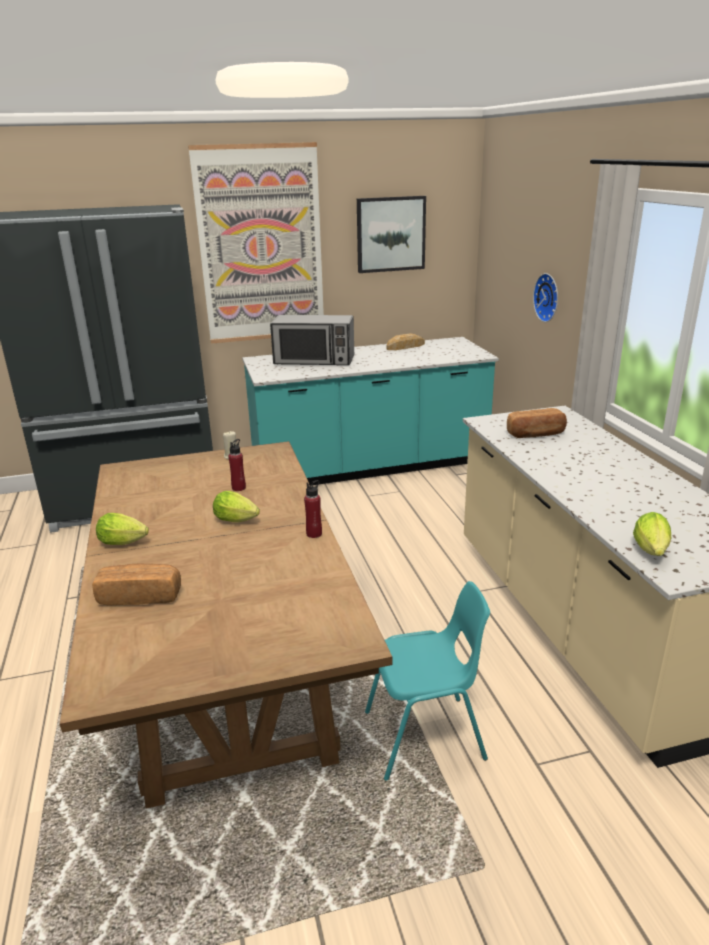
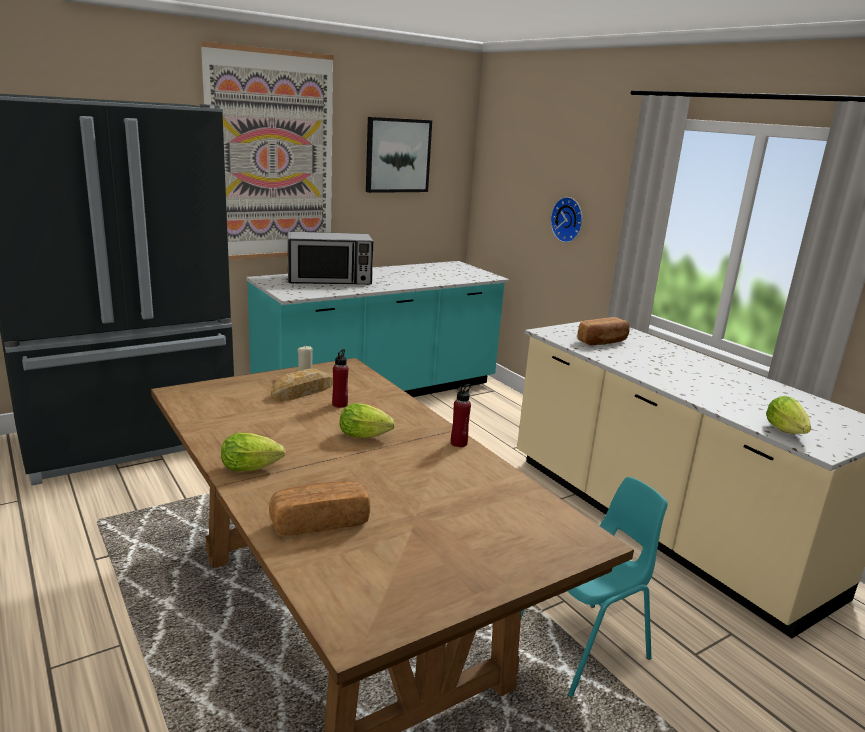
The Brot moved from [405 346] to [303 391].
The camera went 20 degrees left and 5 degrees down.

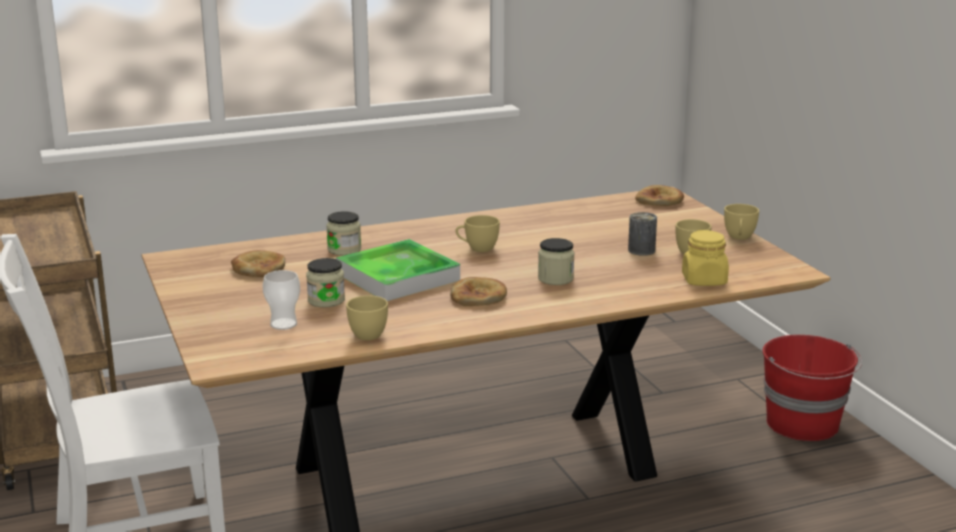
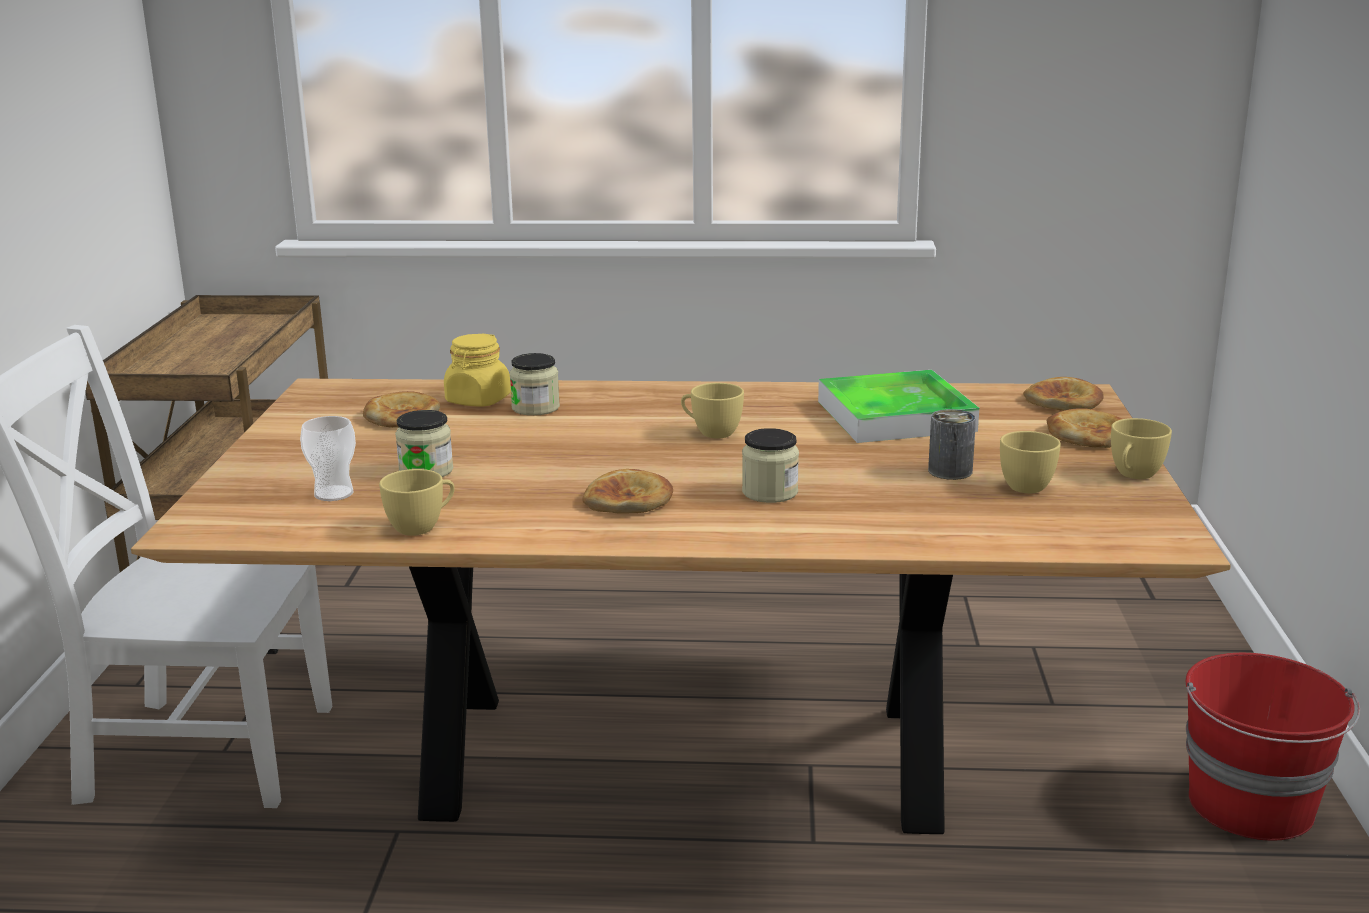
The Tablett moved from [398 277] to [895 416].
The Vorratsglas (gelb) moved from [704 280] to [478 400].
The Brot at [1086 435] appeared.
The camera went 25 degrees right and 0 degrees up.

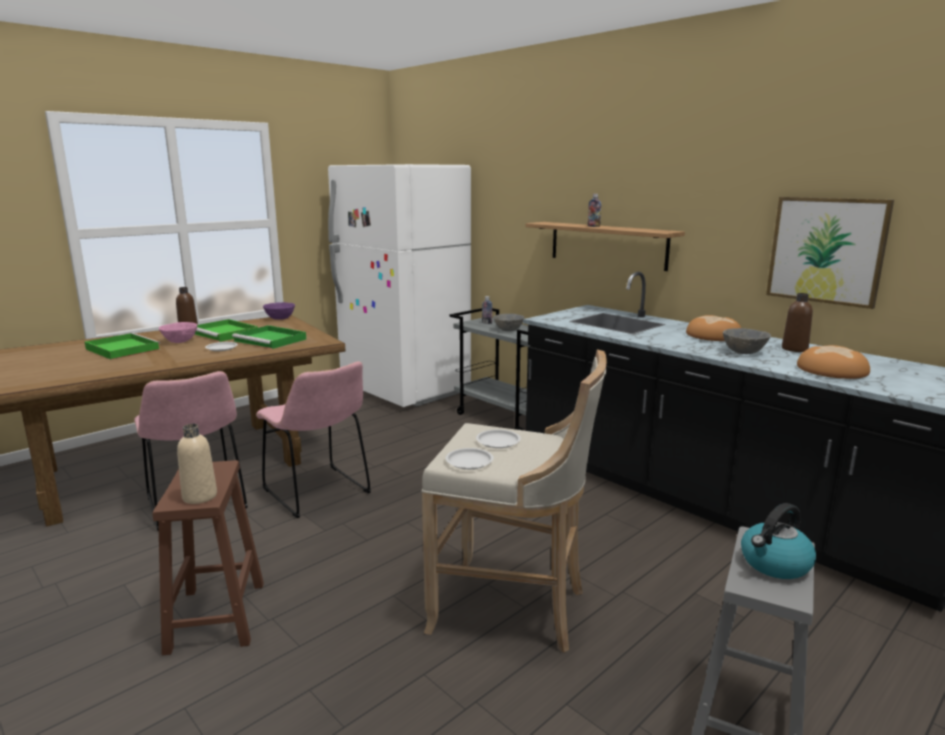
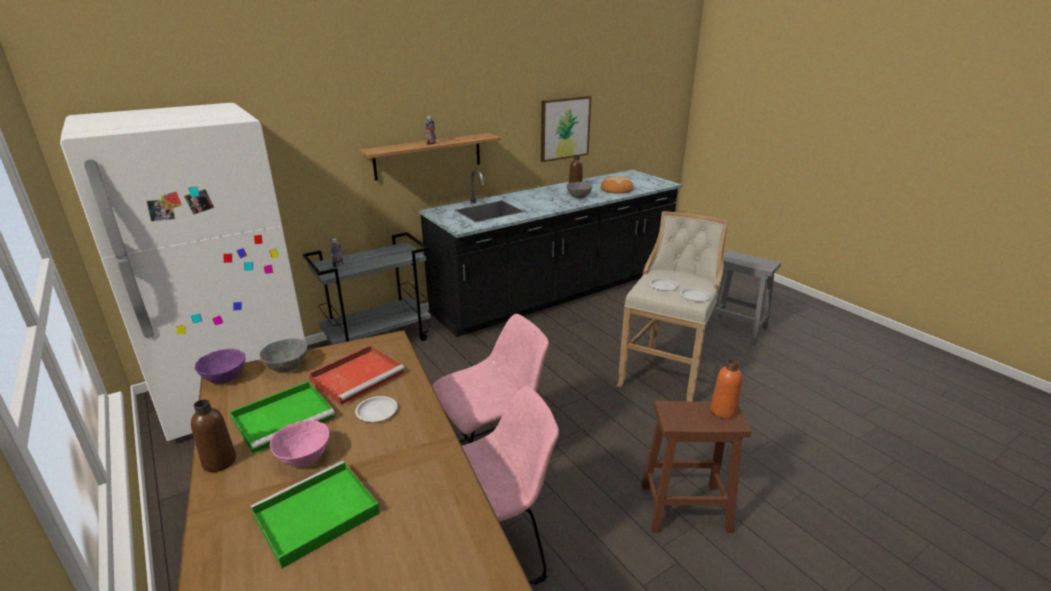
The Flasche (beige) at [200 496] became the Flasche (orange) at [723 411].
The Tablett (grün) at [271 340] became the Tablett (rot) at [358 376].
The Schüssel (grau) moved from [508 330] to [287 367].
The Brot at [713 335] disappeared.
The Wasserkessel at [774 564] disappeared.
The camera went 80 degrees left and 10 degrees up.

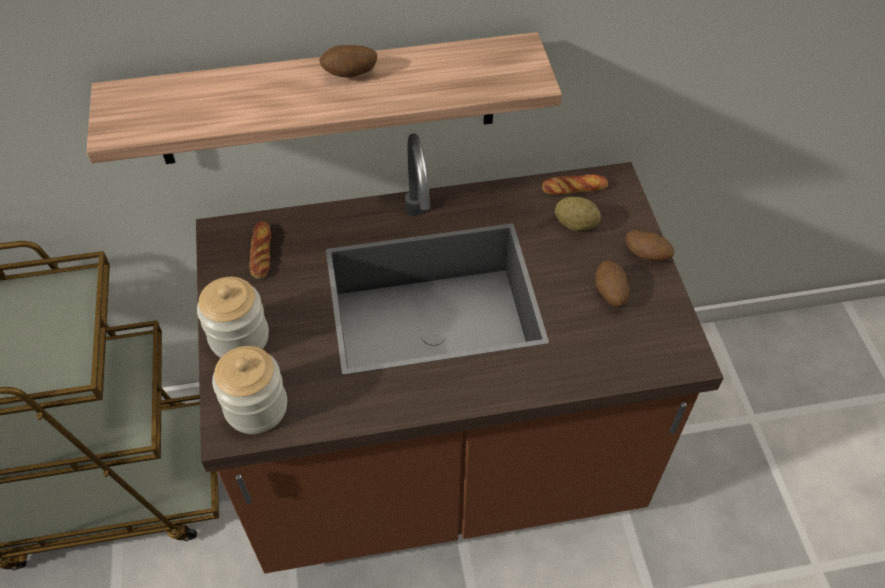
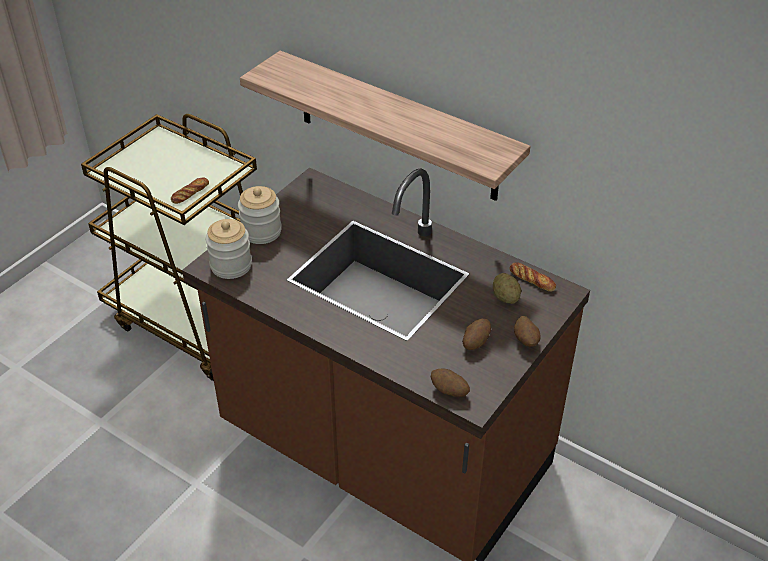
The Brot moved from [261 253] to [190 193].
The Kartoffel moved from [350 75] to [449 391].
The camera went 45 degrees right and 10 degrees down.

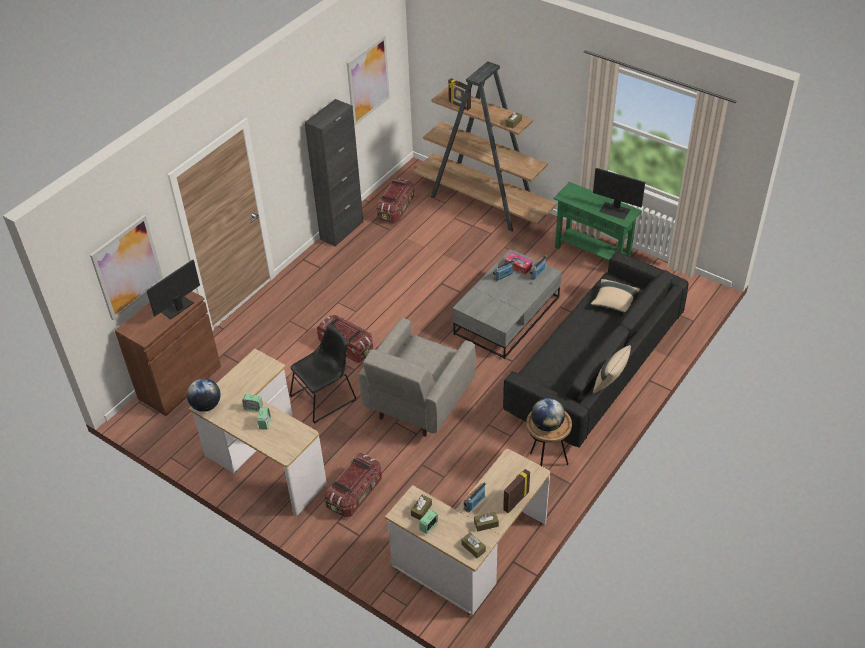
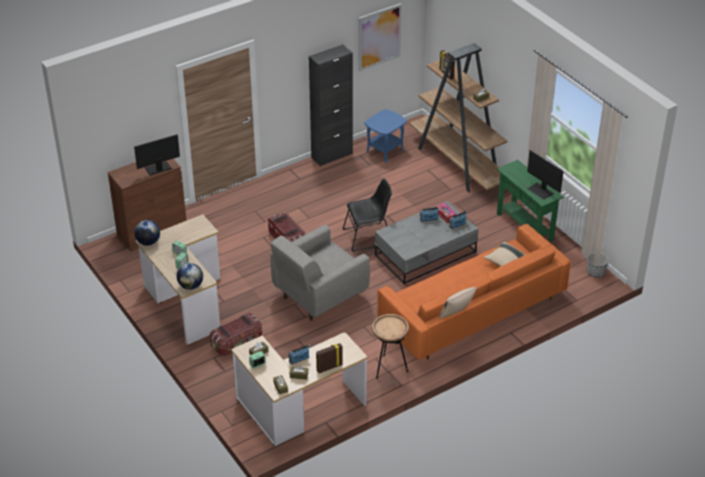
The Bild at [127 267] disappeared.
The Stuhl (schwarz) moved from [325 397] to [369 236].
The Aufbewahrungsbox at [396 209] was replaced by the Beistelltisch (blau) at [384 150].
The Sofa (schwarz) at [594 368] became the Sofa (orange) at [471 311].
The Globus moved from [547 425] to [190 286].
The Pflanzkübel at [595 272] appeared.
The camera went 20 degrees right and 5 degrees down.

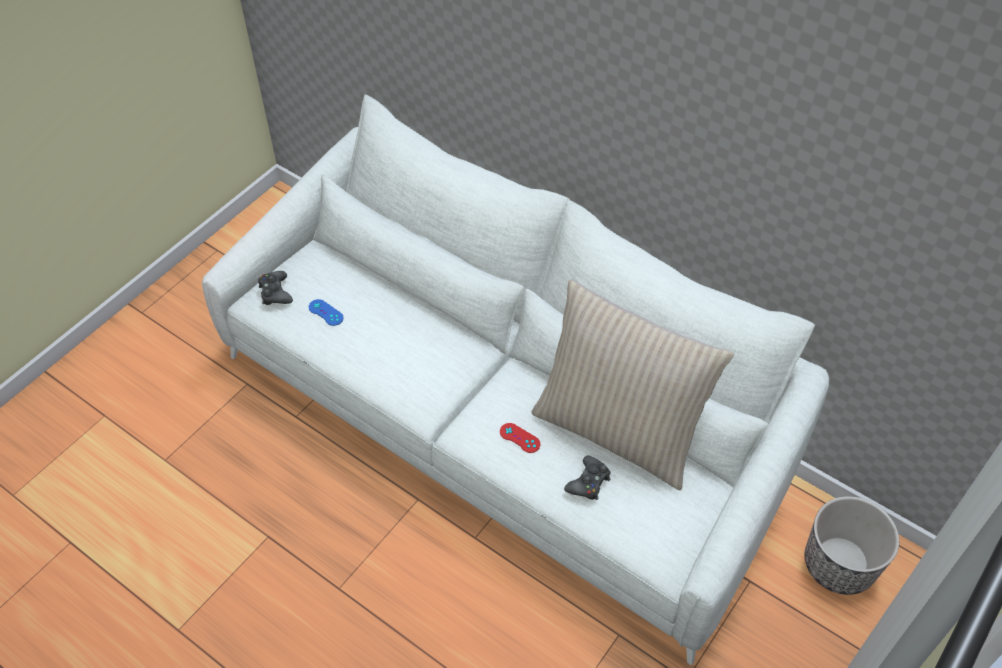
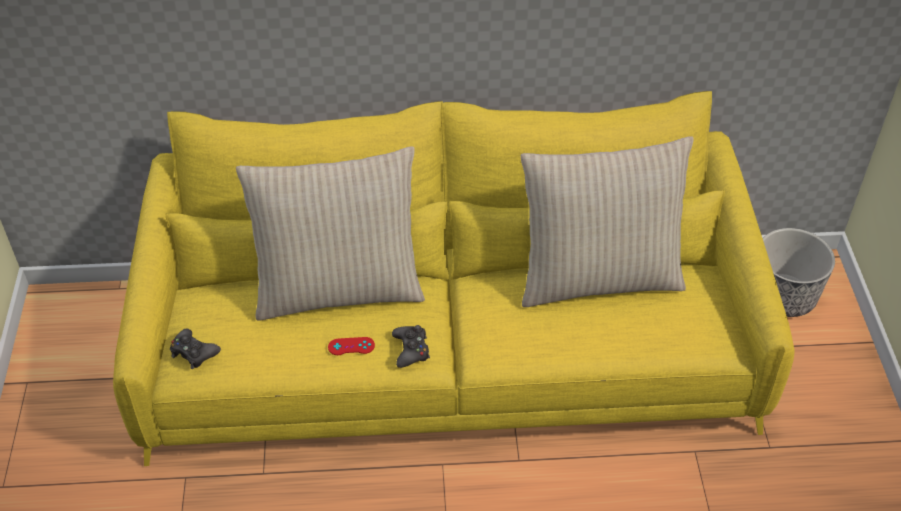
The Sofa (weiß) at [502 423] became the Sofa (gelb) at [450 358].
The Gamepad (blau) at [326 312] disappeared.
The Gamepad (rot) moved from [519 438] to [351 346].
The Gamepad (schwarz) moved from [588 482] to [411 350].
The Kissen (beige) at [338 289] appeared.
The camera went 40 degrees left and 5 degrees down.

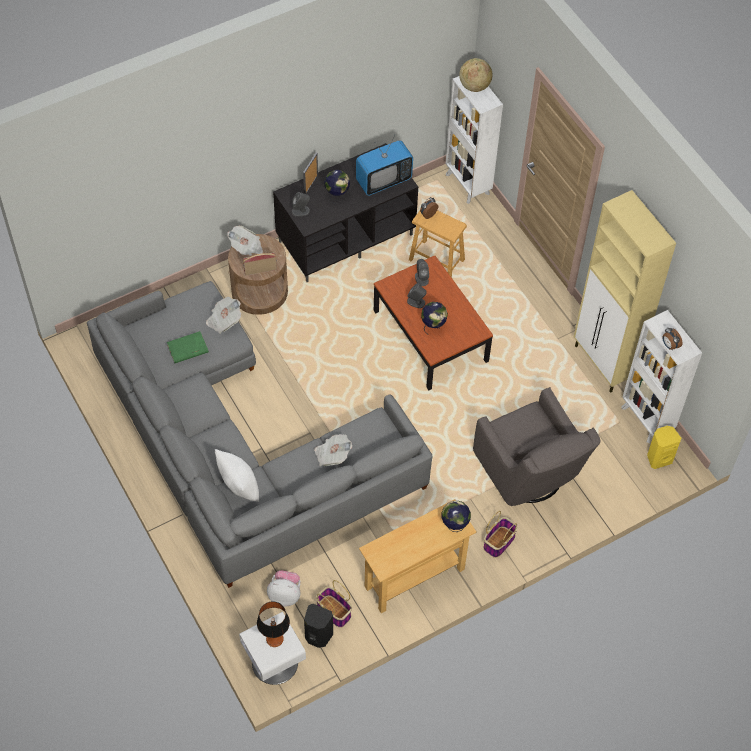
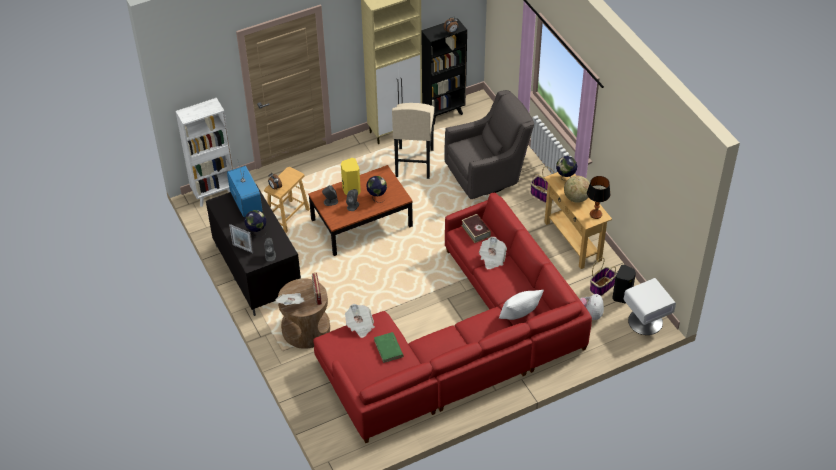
The Sofa (grau) at [238 447] became the Sofa (rot) at [459 343].
The Tischlampe moved from [274 639] to [595 214].
The Globus moved from [474 86] to [576 198].
The Bücherregal (weiß) at [646 420] became the Bücherregal (schwarz) at [444 113].
The Lautsprecher (gelb) moved from [659 458] to [351 189].
The Hocker (beige) at [414 163] appeared.
The Buch at [475 231] appeared.
The camera went 85 degrees left and 10 degrees down.

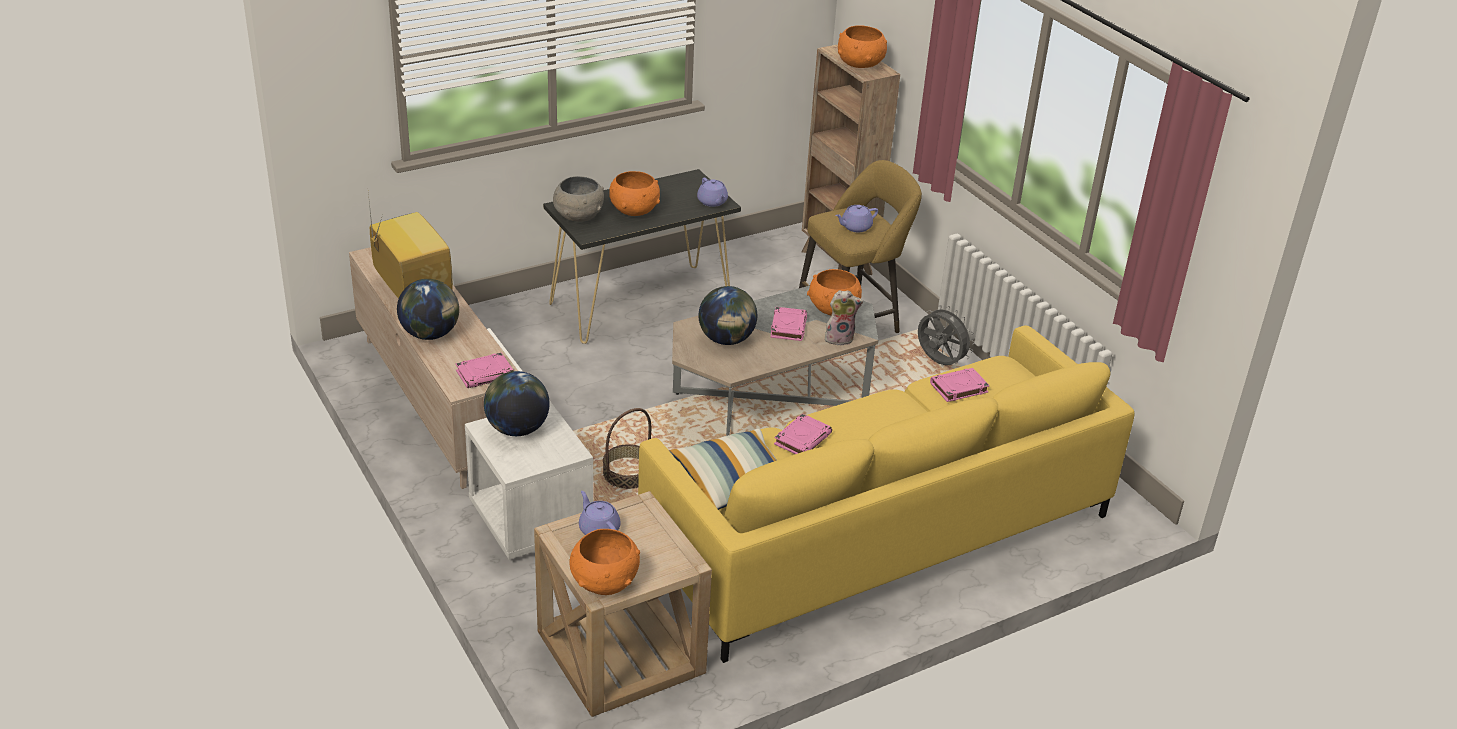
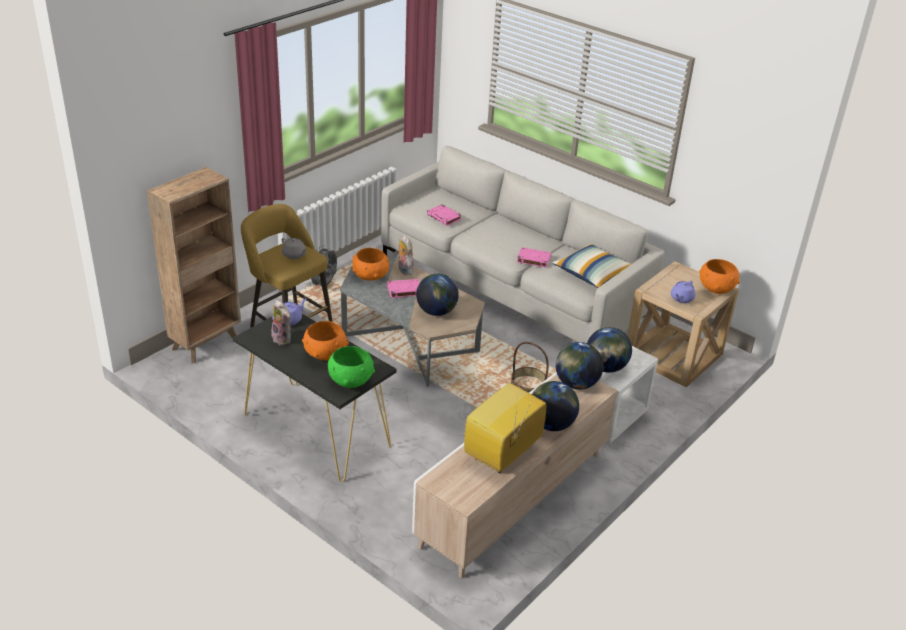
The Buch (rosa) at [485 374] was replaced by the Globus at [576 384].
The Schüssel (grau) at [578 216] became the Schüssel (grün) at [350 380].
The Sofa (gelb) at [878 533] became the Sofa (grau) at [511 288].
The Teekanne (lila) at [855 227] became the Teekanne (grau) at [294 255].
The Schüssel (orange) at [860 64] disappeared.
The Plüschtier at [283 339] appeared.
The camera went 110 degrees left and 0 degrees up.

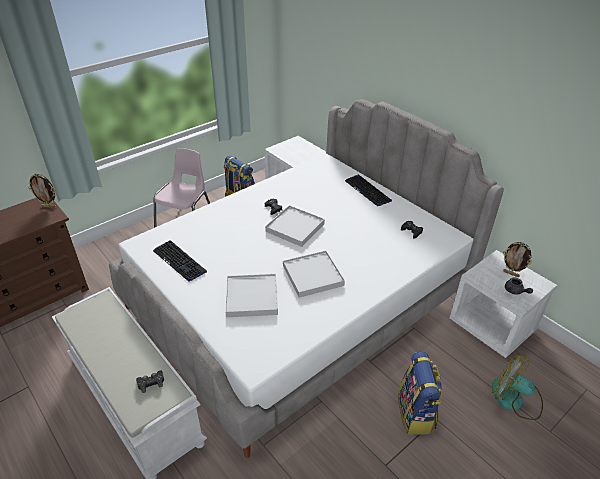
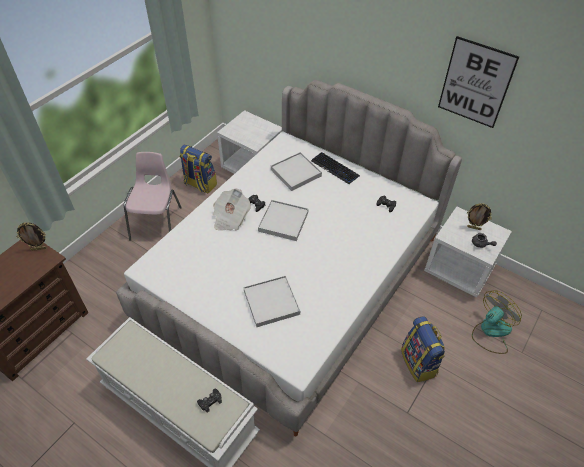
The Tastatur at [179 261] disappeared.
The Tablett (weiß) moved from [312 276] to [296 173].
The Ventilator at [514 399] turned 120 degrees clockwise.
The Zeitung at [230 218] appeared.
The Bild at [475 83] appeared.
The camera went 15 degrees left and 10 degrees up.

